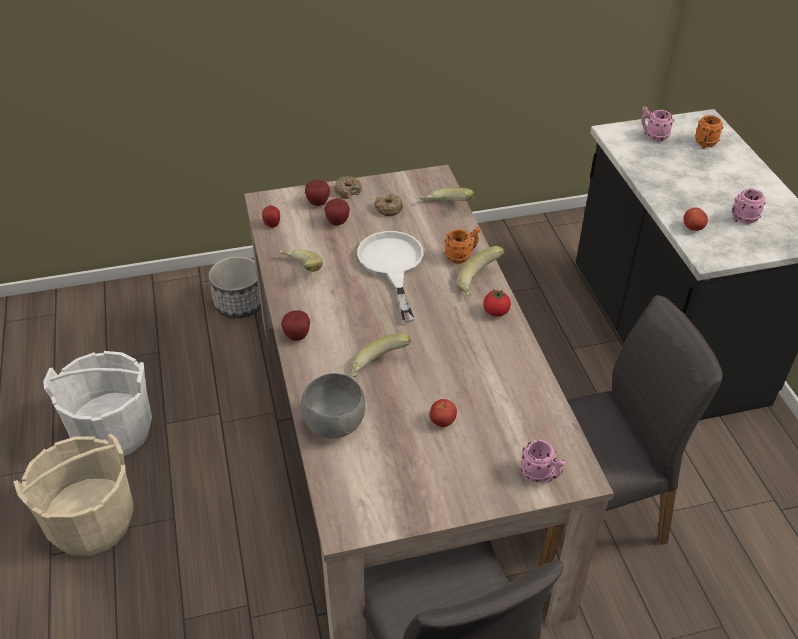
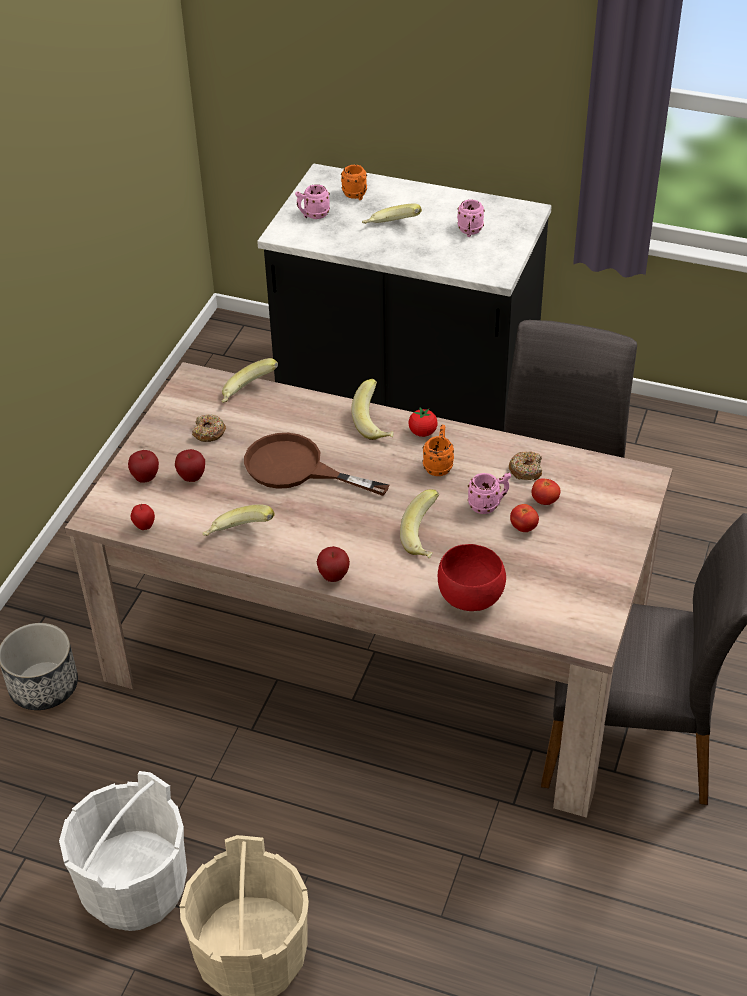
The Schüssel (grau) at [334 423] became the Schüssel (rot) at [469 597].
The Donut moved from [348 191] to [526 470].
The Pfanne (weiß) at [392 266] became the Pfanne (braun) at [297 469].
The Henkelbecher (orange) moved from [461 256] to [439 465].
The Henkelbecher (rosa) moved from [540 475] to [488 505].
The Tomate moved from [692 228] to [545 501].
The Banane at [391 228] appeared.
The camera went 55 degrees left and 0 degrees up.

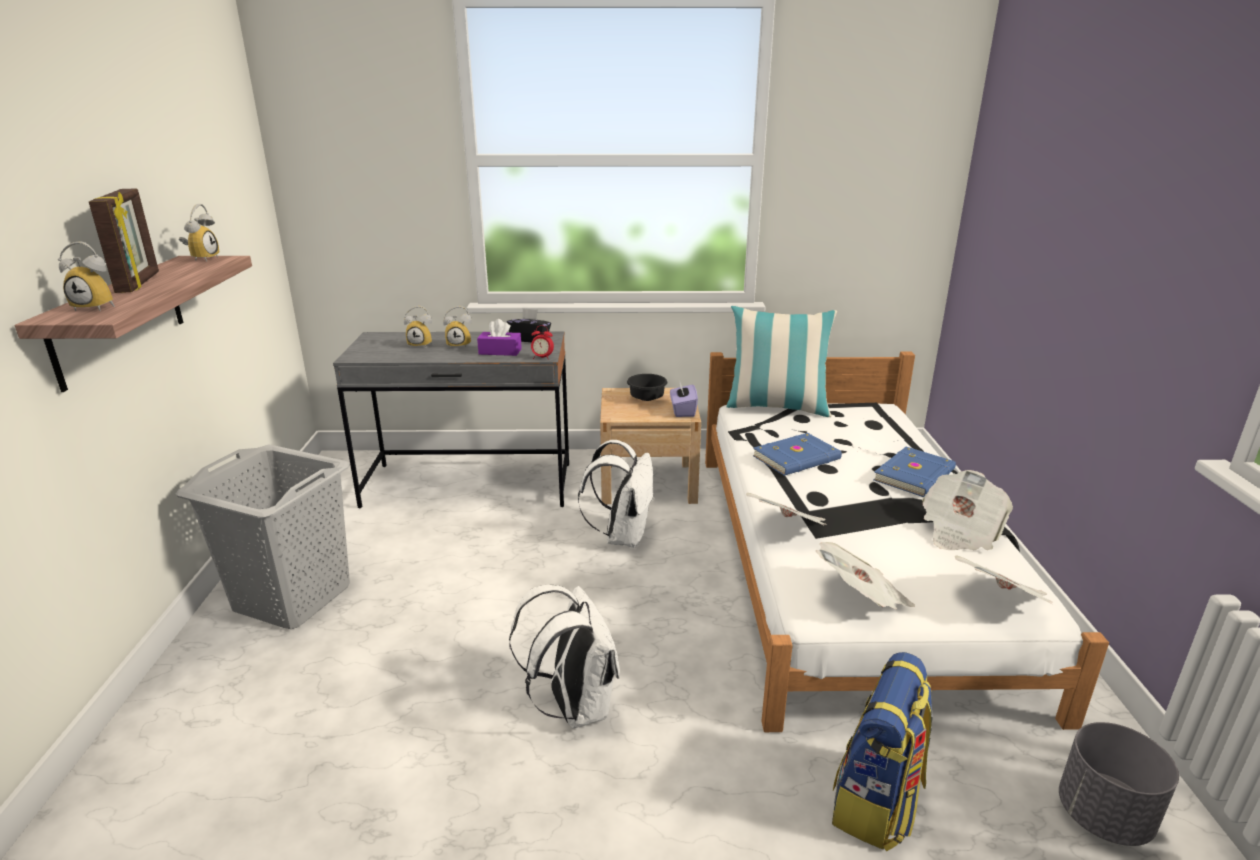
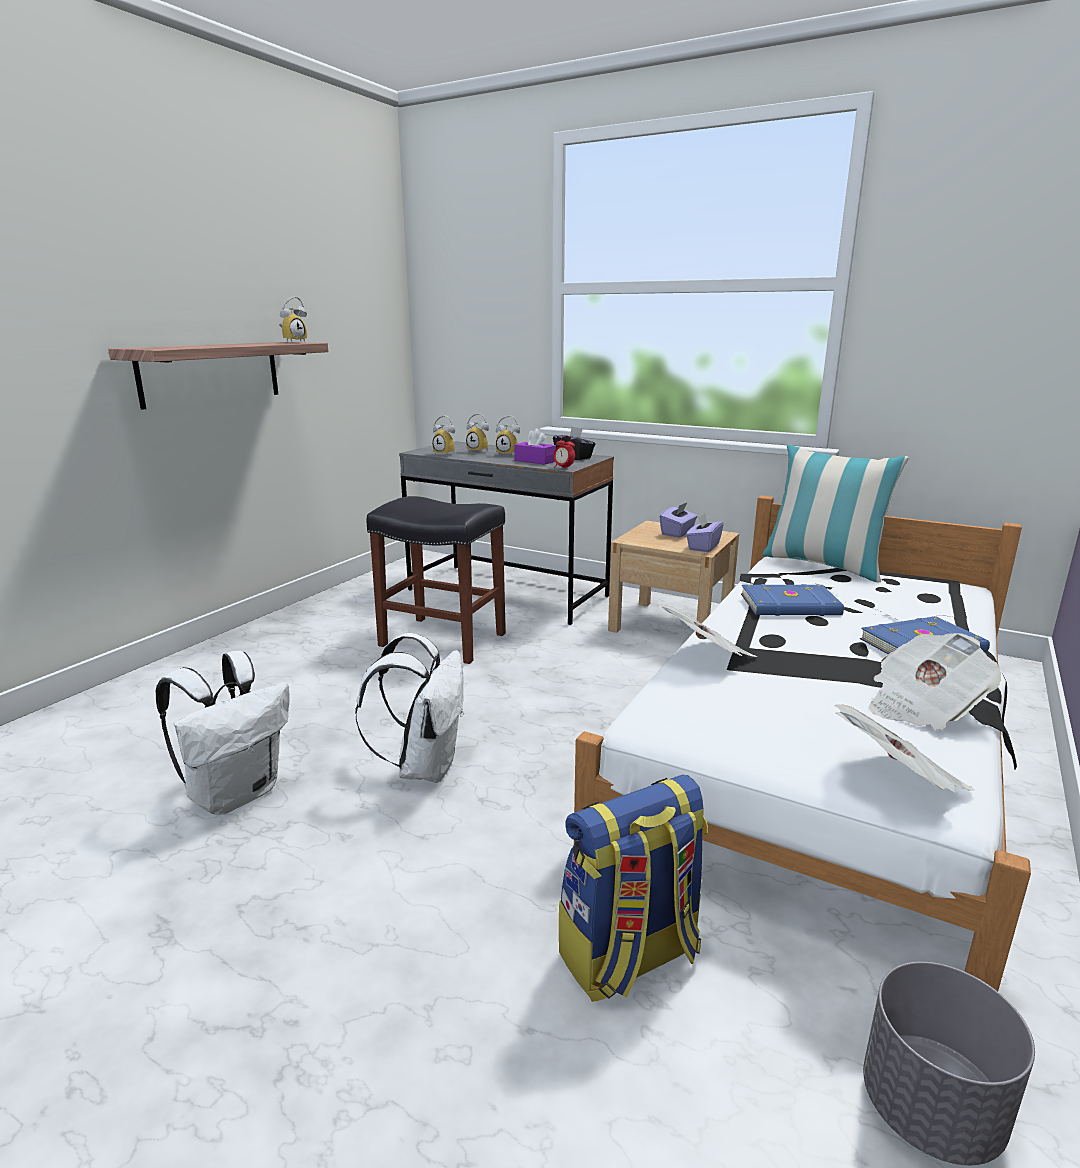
The Wecker moved from [99 307] to [447 454].
The Bilderrahmen at [139 283] disappeared.
The Wäschekorb (grau) at [292 598] disappeared.
The Rucksack (weiß) moved from [623 536] to [236 793].
The Schüssel (schwarz) at [645 398] was replaced by the Taschentuchbox (lila) at [677 533].
The Zeitung at [861 598] disappeared.
The Hocker (schwarz) at [441 640] appeared.
The camera went 30 degrees right and 5 degrees down.

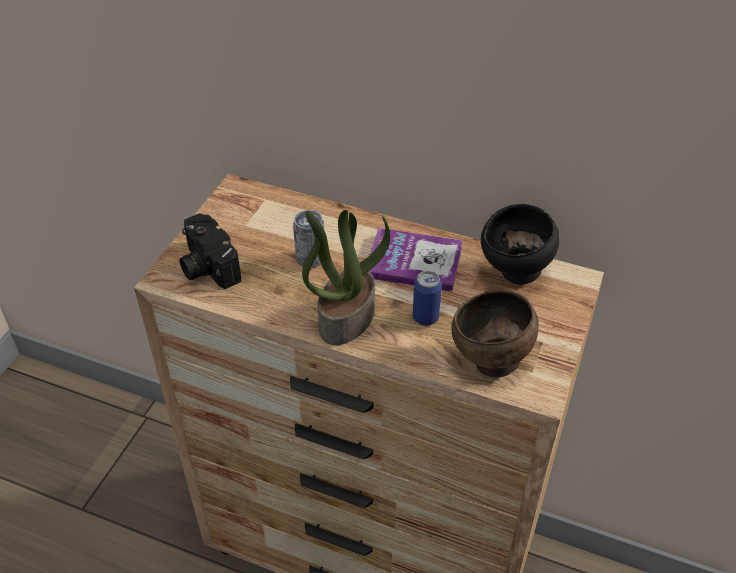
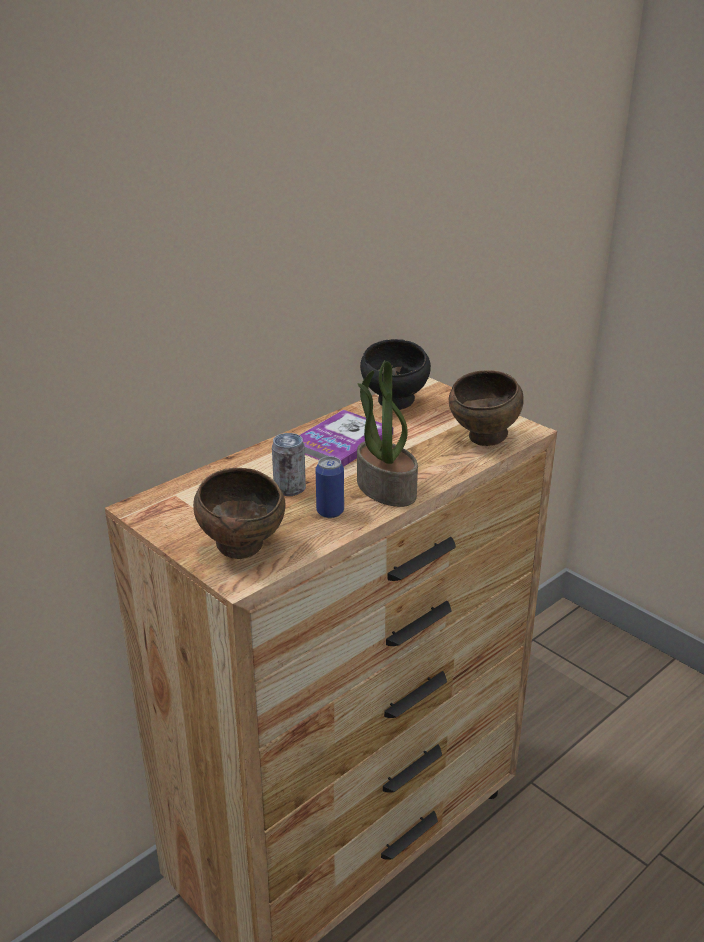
The Kamera at [206 266] was replaced by the Schüssel (braun) at [243 549].
The Dose moved from [425 317] to [330 512].
The camera went 65 degrees left and 15 degrees down.

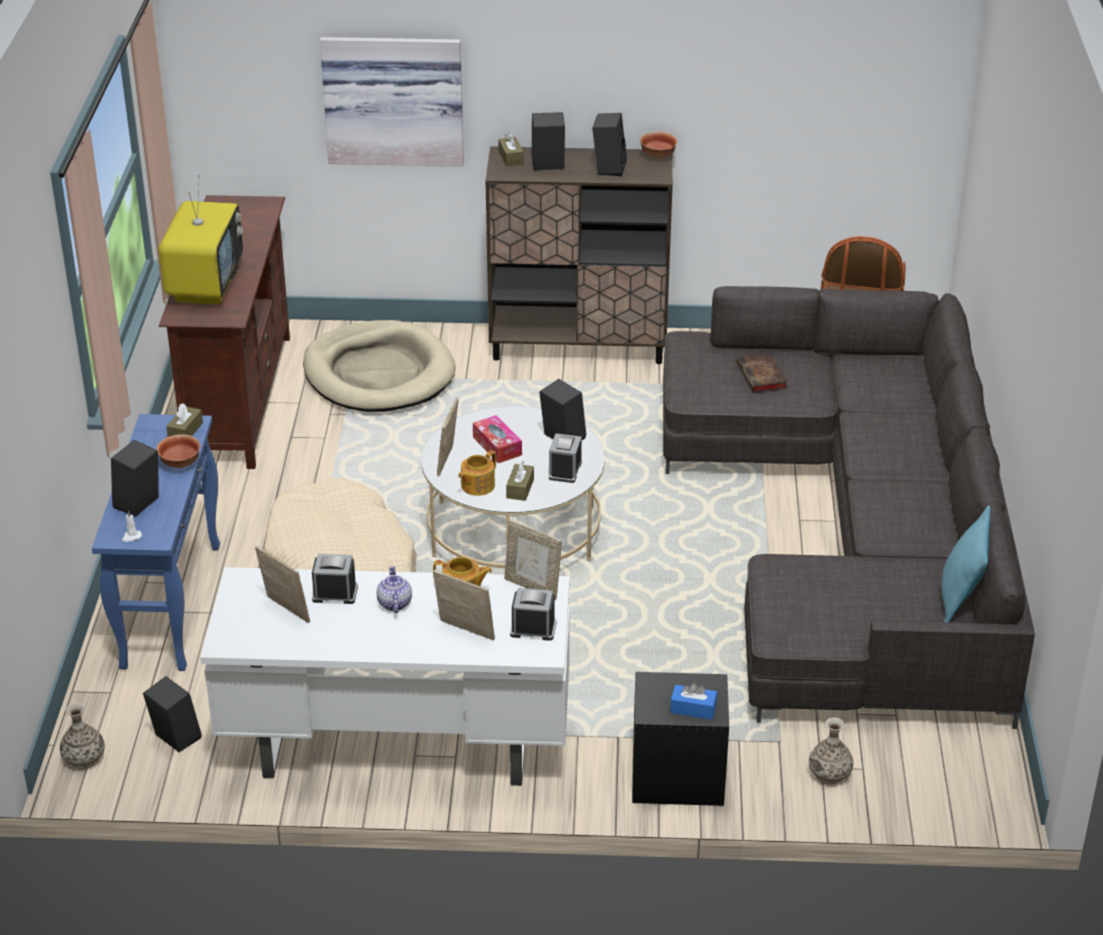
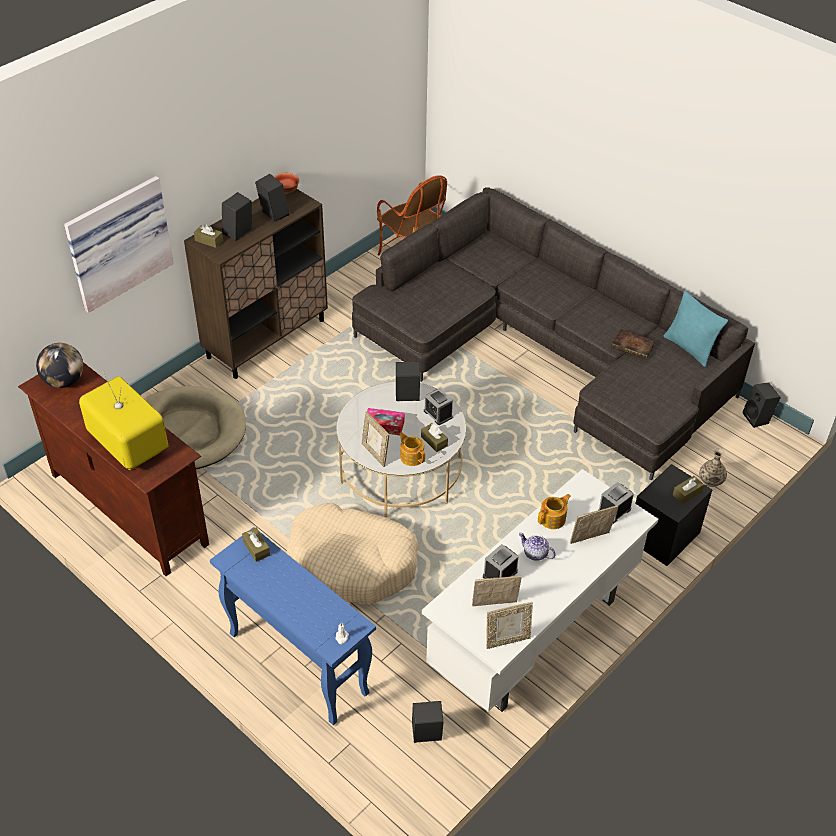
The Vase at [84 758] disappeared.
The Lautsprecher (schwarz) moved from [139 505] to [758 418].
The Schüssel at [181 464] disappeared.
The Teekanne at [477 486] turned 150 degrees clockwise.
The Bilderrahmen moved from [532 587] to [507 640].
The Taschentuchbox (blau) at [693 709] became the Taschentuchbox (braun) at [687 493].
The Buch moved from [762 377] to [634 346].
The Globus at [64 381] appeared.
The camera went 50 degrees left and 10 degrees up.

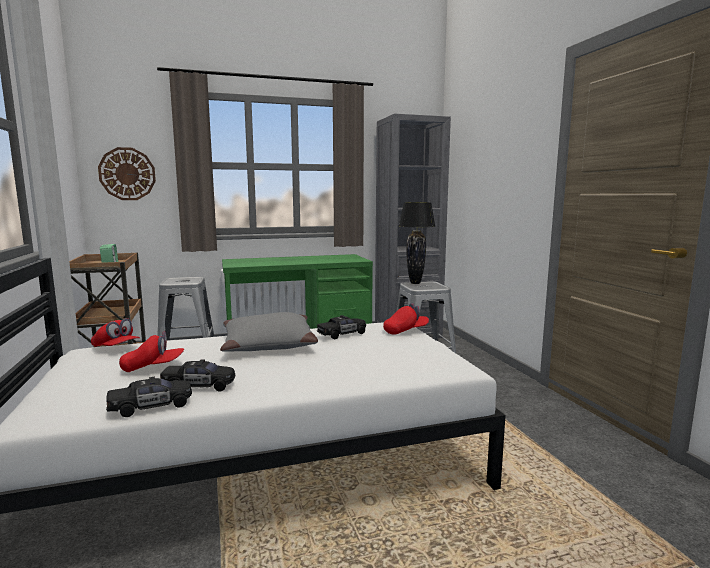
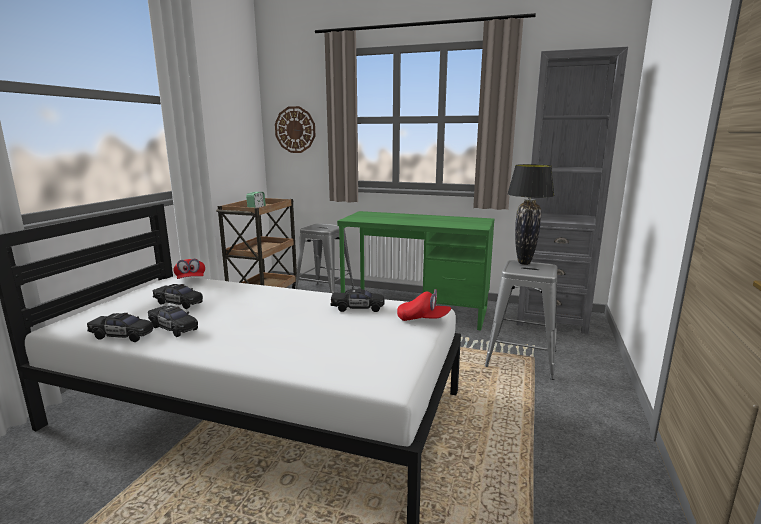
The Kappe (rot) at [153 367] was replaced by the Spielzeugauto (schwarz) at [179 303].
The Kissen (grau) at [269 344] disappeared.
The camera went 35 degrees right and 5 degrees up.

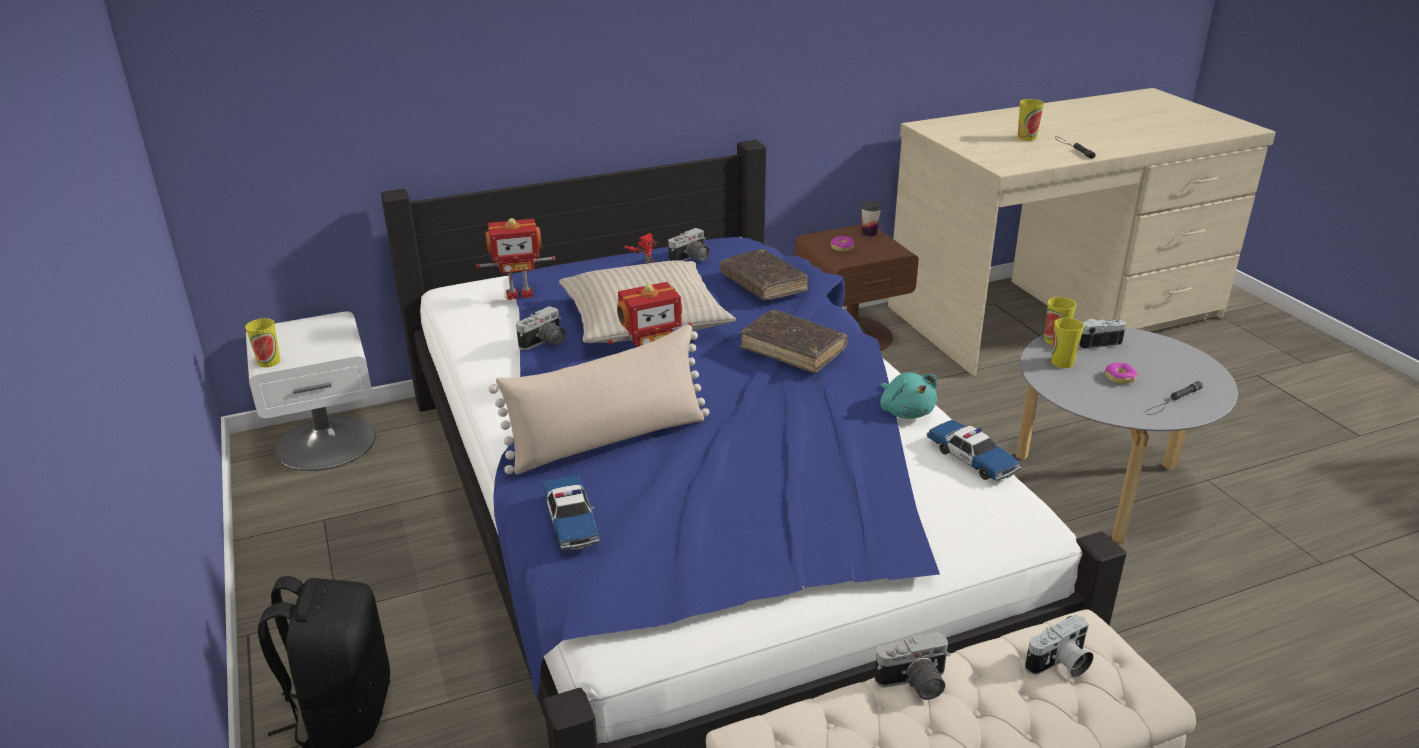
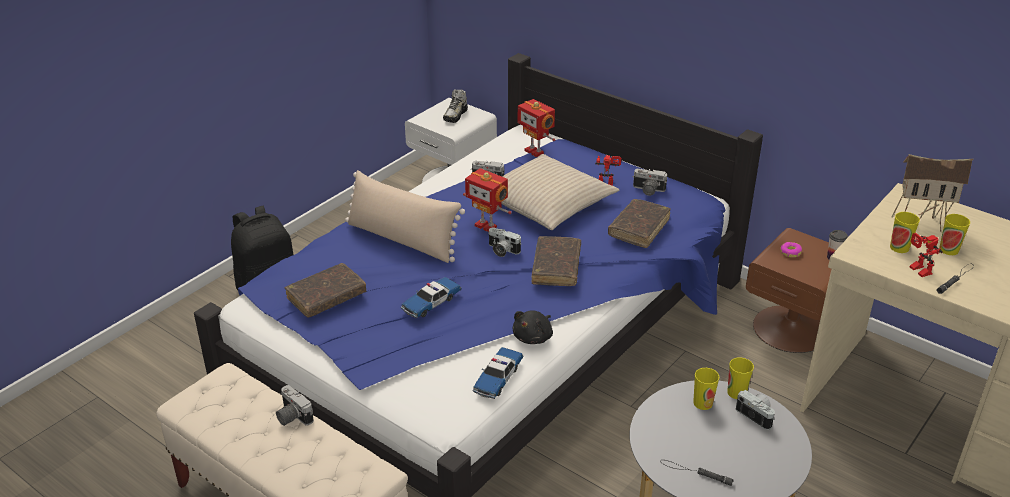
The Tasse moved from [269 362] to [899 247].
The Spielzeugauto moved from [571 521] to [431 303].
The Plüschtier (türkis) at [906 411] became the Plüschtier (schwarz) at [534 337].
The Kamera moved from [1060 665] to [502 250].
The Donut at [1119 378] disappeared.
The Buch (braun) at [326 297] appeared.
The Schuh at [455 115] appeared.
The Spielzeughaus at [920 222] appeared.
The Spielzeugroboter at [917 270] appeared.
The camera went 60 degrees right and 5 degrees up.

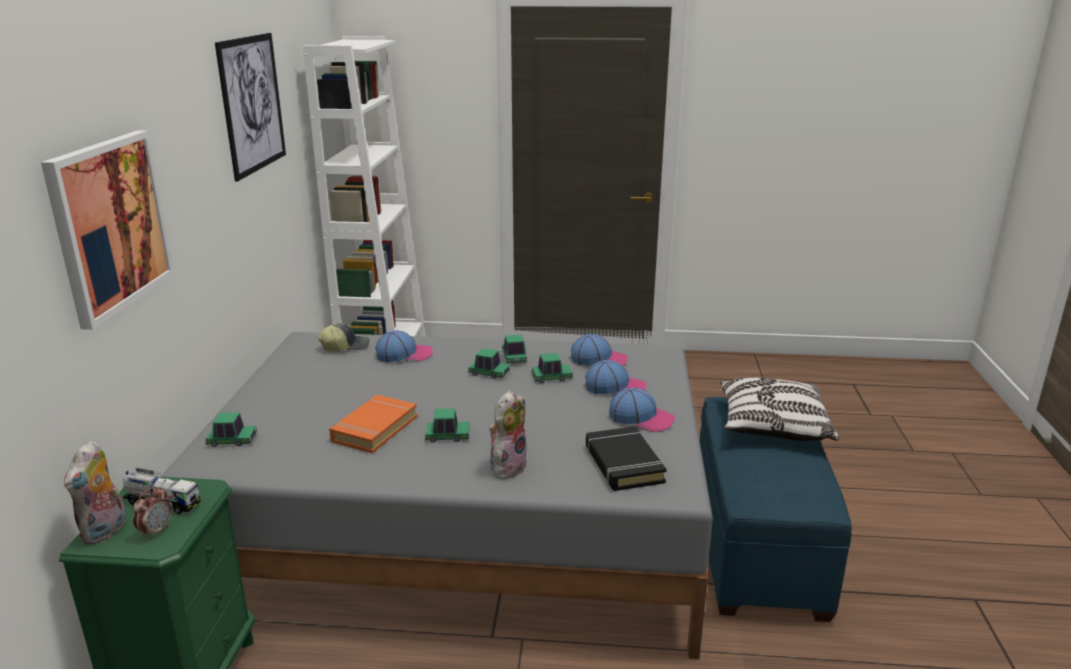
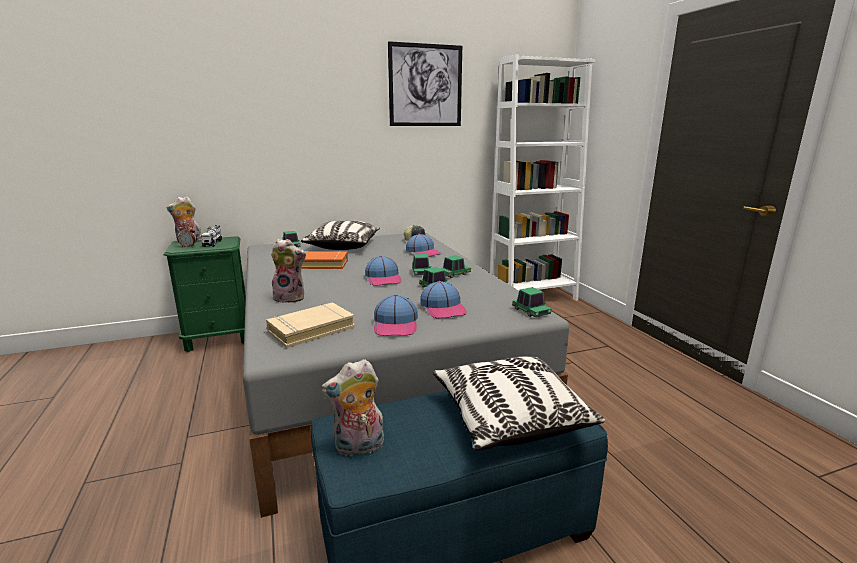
The Bild at [110 225] disappeared.
The Spielzeugauto moved from [447 436] to [530 312].
The Kappe moved from [599 359] to [383 279].
The Buch (schwarz) at [623 464] became the Buch (beige) at [311 329].
The Kissen at [343 246] appeared.
The Plüschtier at [358 448] appeared.
The camera went 65 degrees right and 5 degrees down.

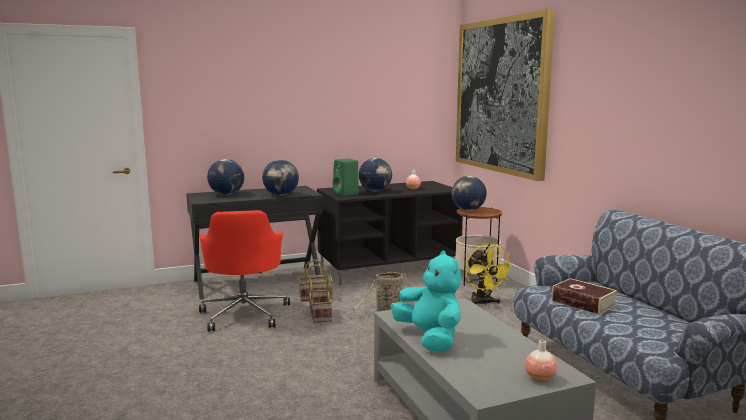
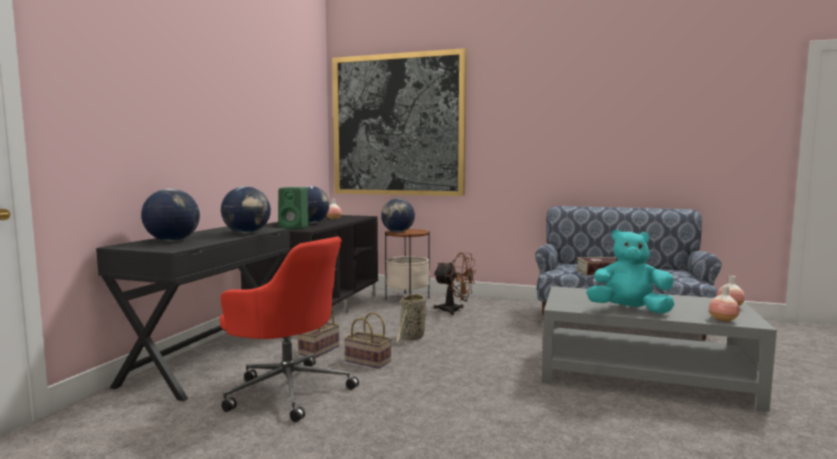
The Ventilator (gelb) at [483 303] became the Ventilator (braun) at [455 311].
The Vase at [723 320] appeared.
The camera went 50 degrees left and 5 degrees down.

